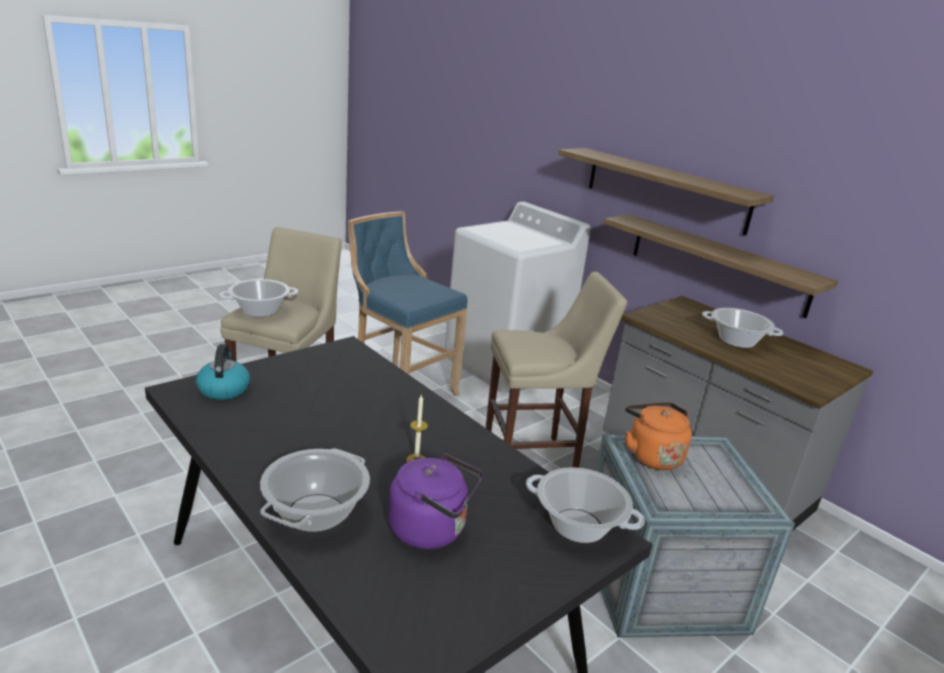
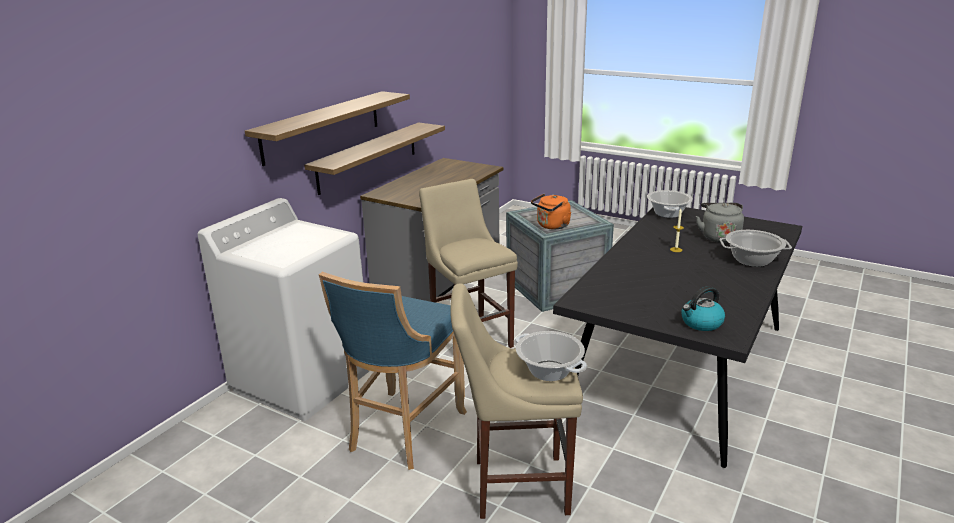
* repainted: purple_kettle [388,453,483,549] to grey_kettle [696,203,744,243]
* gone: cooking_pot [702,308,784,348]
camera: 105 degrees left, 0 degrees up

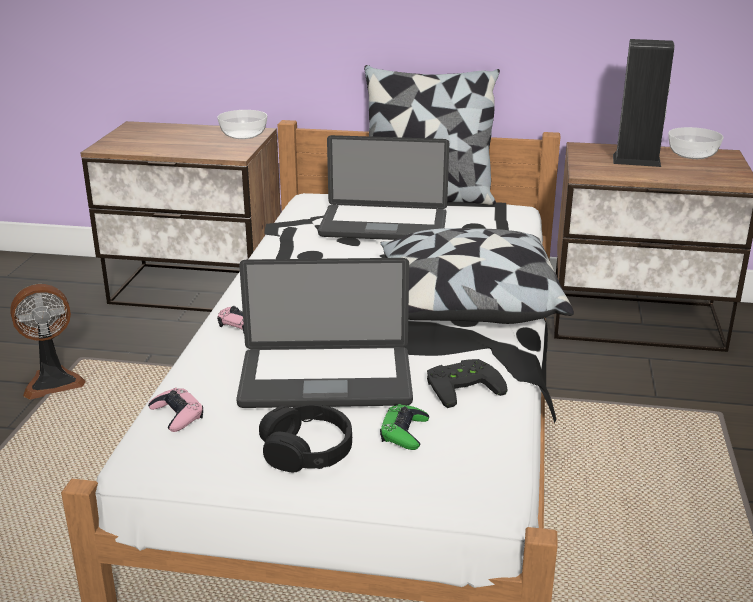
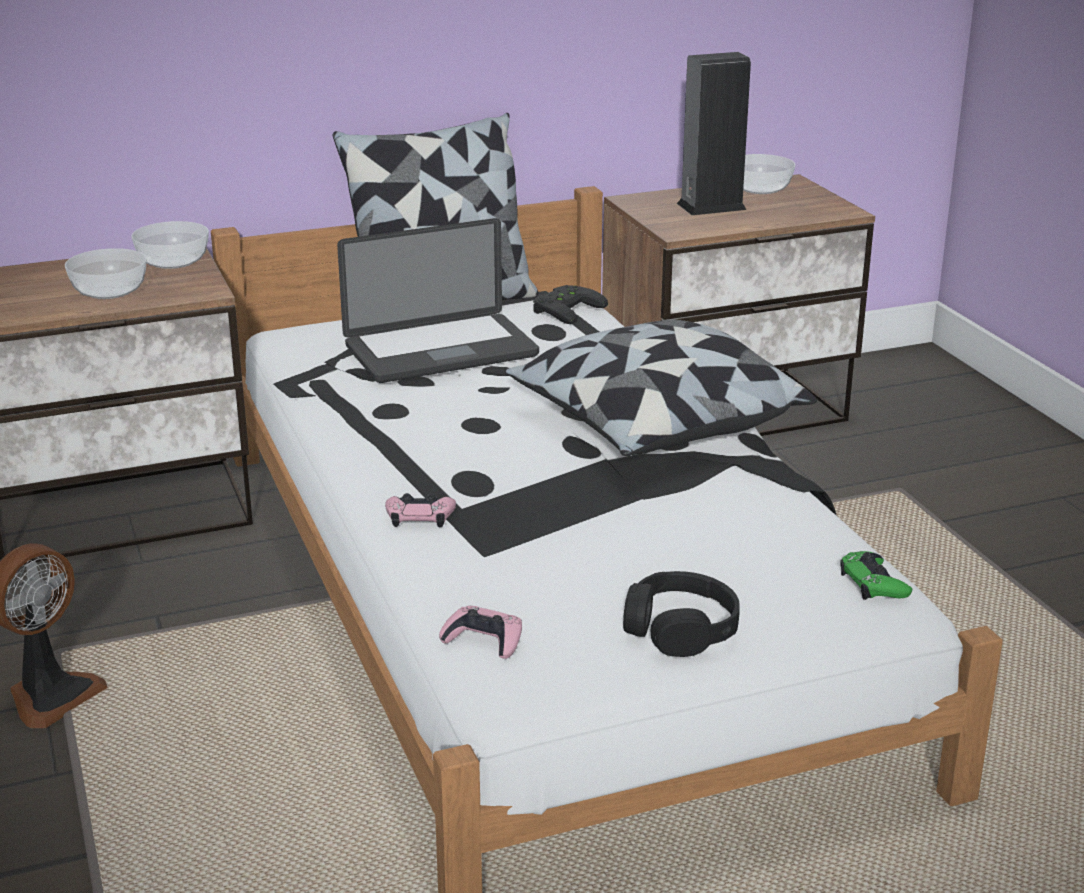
* gone: laptop [236,258,413,408]
* shifted: green_game_controller [380,404,429,450] to [840,551,912,600]
* shifted: black_game_controller [427,359,507,408] to [533,285,608,324]
* new: bowl [65,248,147,299]
camera: 30 degrees left, 0 degrees up

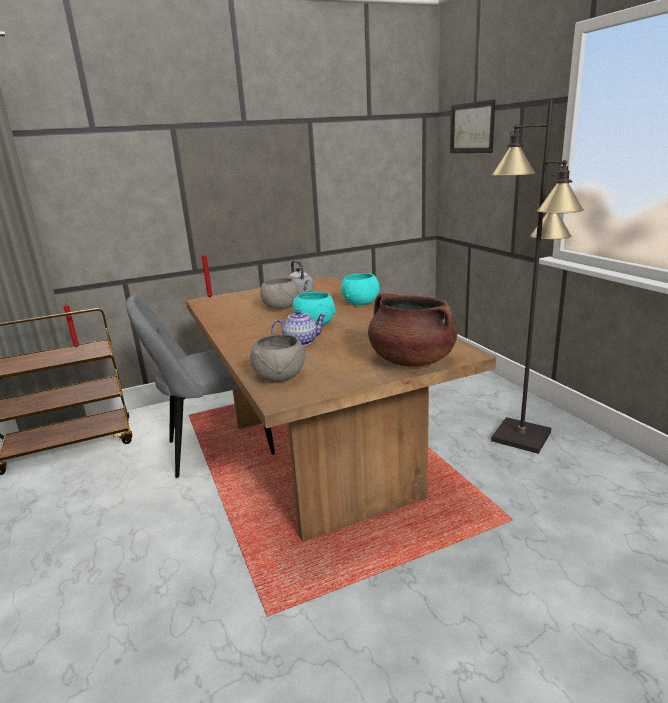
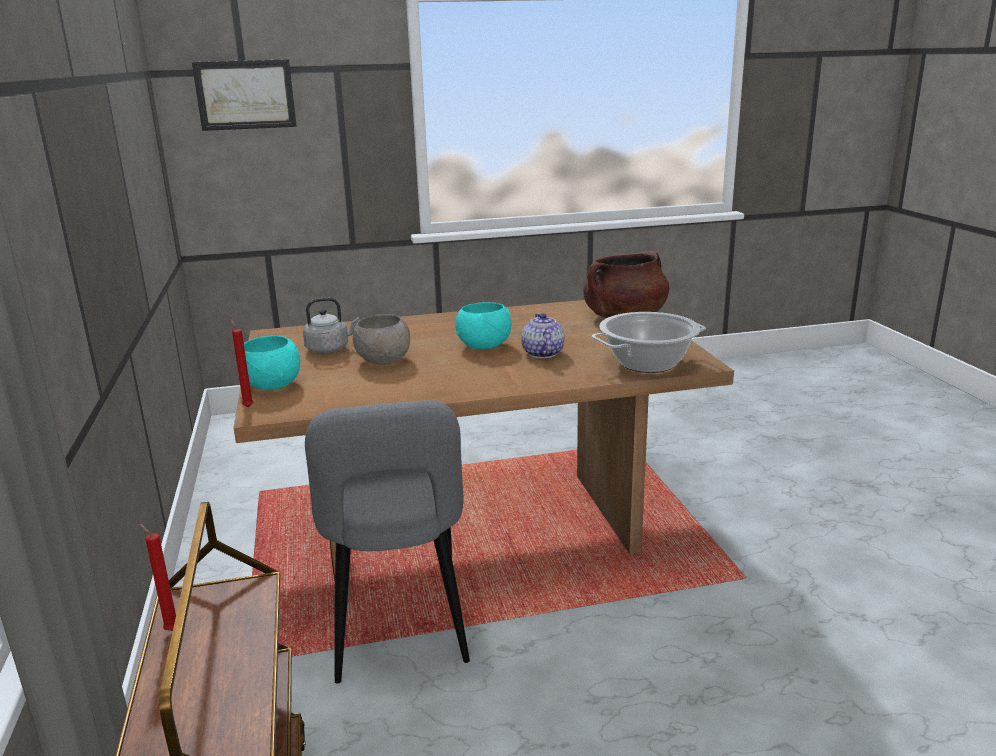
* swapped: grey_bowl [250,334,305,382] to cooking_pot [592,312,706,373]
* shifted: turquoise_bowl [341,273,380,305] to [236,335,300,390]
* gone: black_floor_lamp [491,99,584,454]
camera: 80 degrees left, 0 degrees up

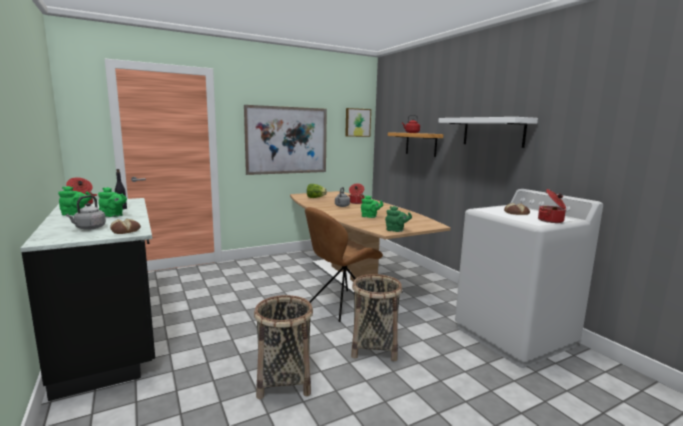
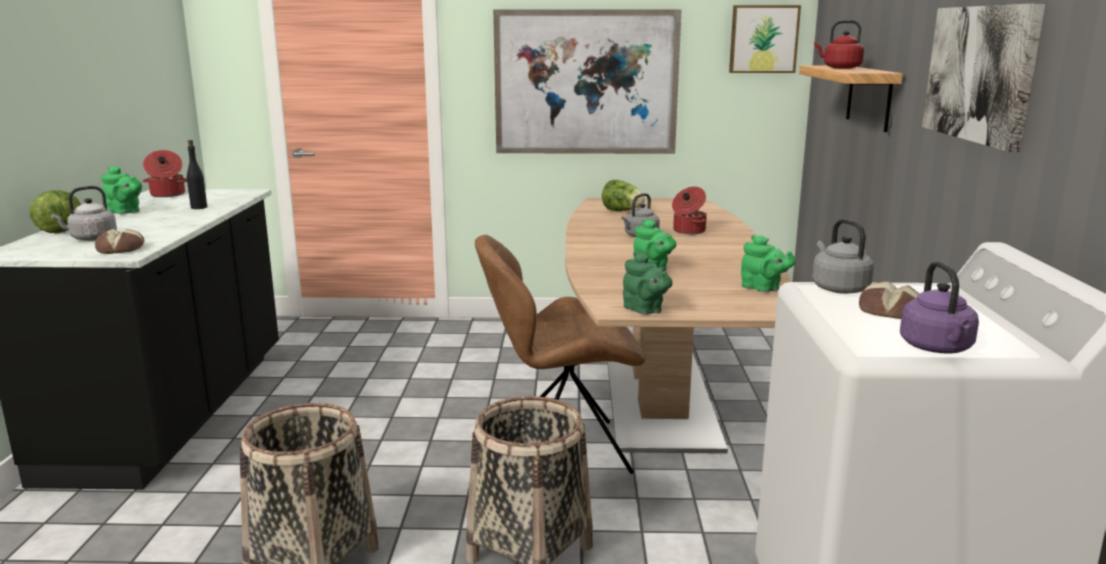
* shifted: green_teapot [98,187,127,217] to [741,235,796,292]
* swapped: white_shelf [438,117,538,148] to picture [922,3,1046,152]
* swapped: cooking_pot [538,189,566,223] to purple_kettle [900,261,979,354]
* new: lettuce [30,190,81,233]
* new: grey_kettle [812,219,874,294]
camera: 30 degrees right, 5 degrees up

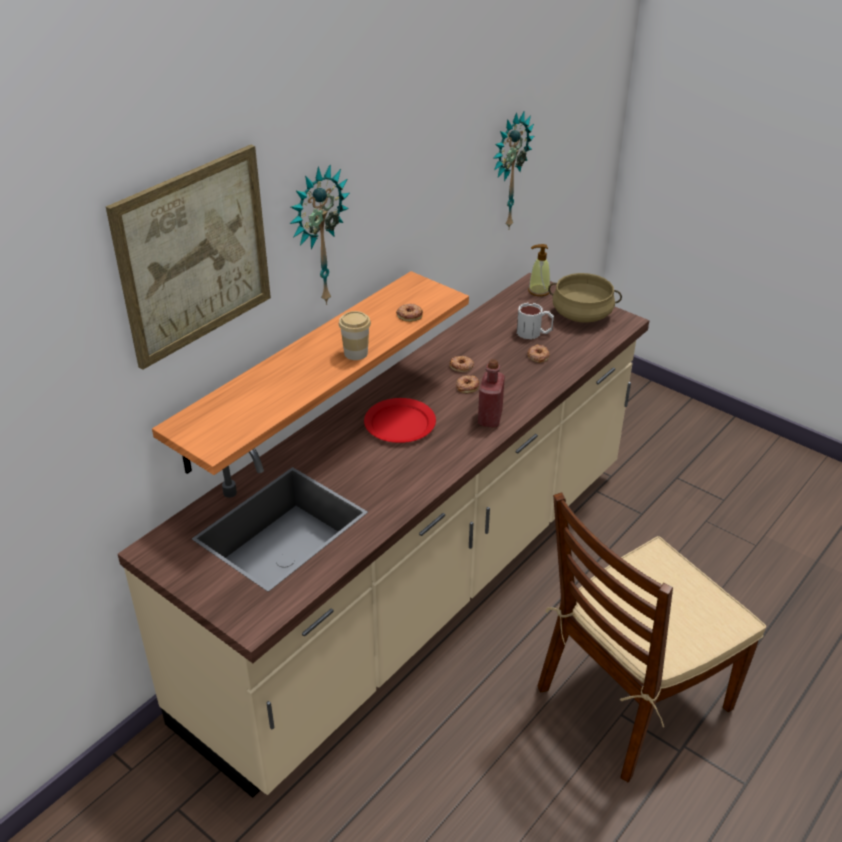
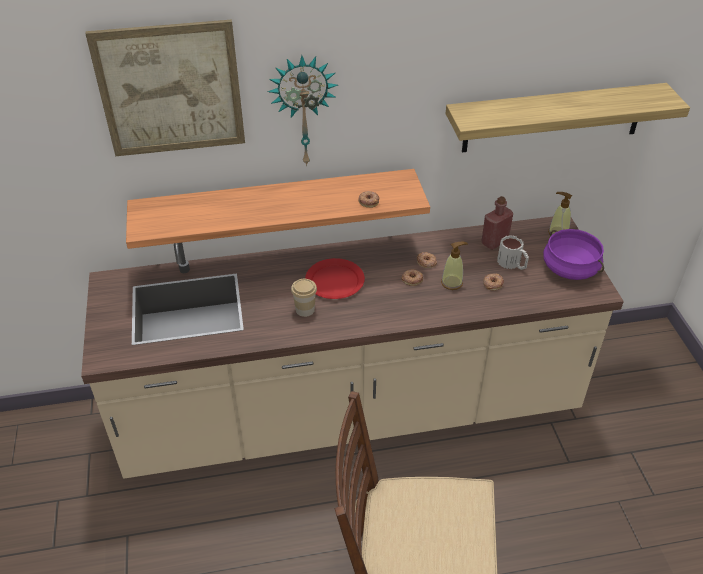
* shifted: cup [339,311,371,360] to [291,279,317,317]
* shifted: red_bottle [478,359,505,428] to [482,196,513,250]
* swapped: wall_clock [493,111,534,228] to shelf [446,83,690,152]
* repainted: beige_cooking_pot [548,273,622,323] to purple_cooking_pot [543,229,604,280]
* new: soap_dispenser [441,241,468,290]
camera: 40 degrees right, 5 degrees up

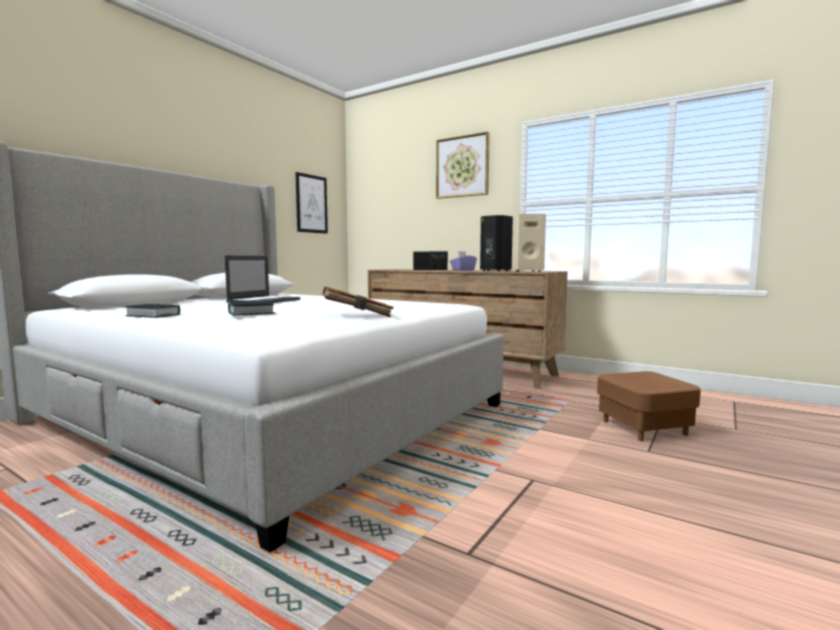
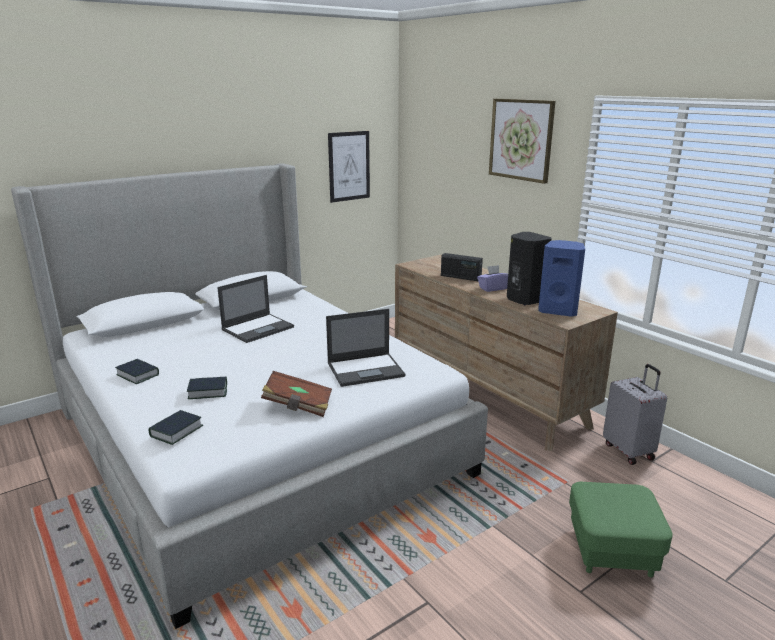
* repainted: beige_speaker [513,214,546,272] to blue_speaker [538,240,585,317]
* repainted: brown_ottoman [597,371,701,441] to green_ottoman [569,482,673,578]
* new: book [149,410,203,445]
* new: laptop [326,309,406,387]
* new: grey_suitcase [603,364,667,465]
camera: 20 degrees right, 15 degrees up

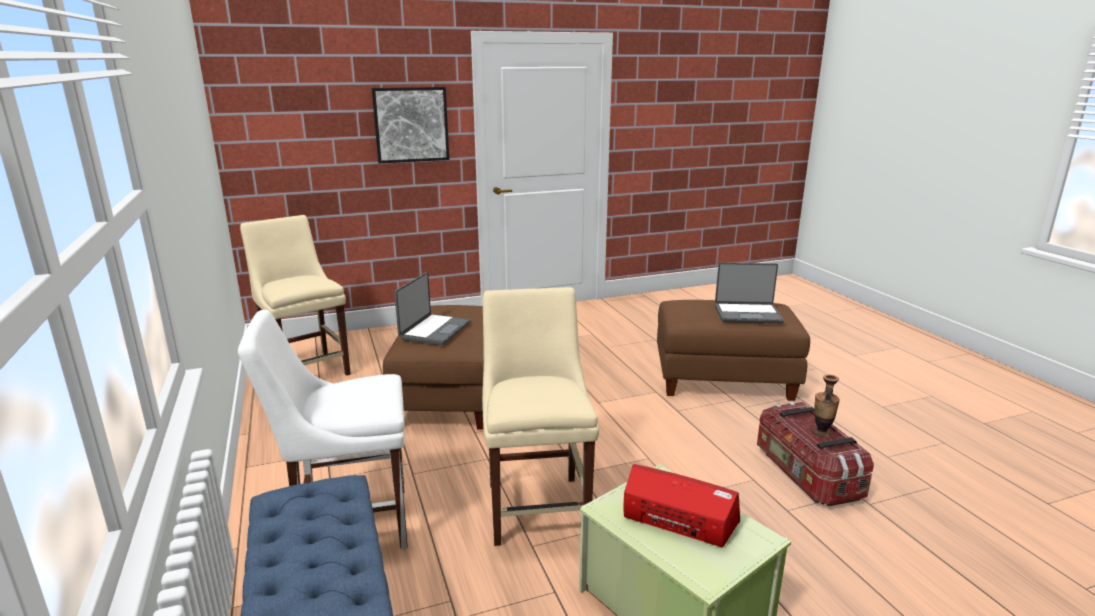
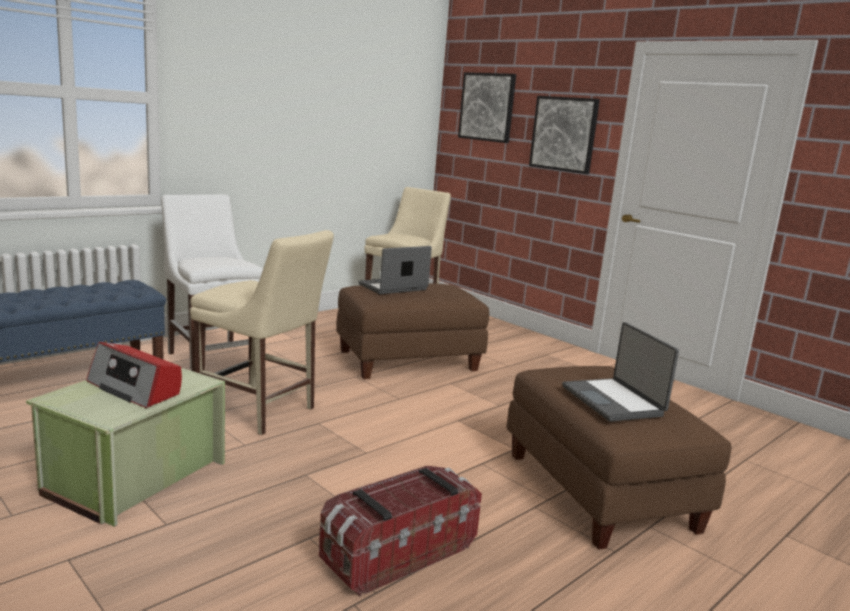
* rotated: laptop [394,272,471,346] = [359,246,432,294] 150 degrees clockwise
* rotated: beige_chair [482,287,599,546] = [190,230,334,435] 60 degrees clockwise
* rotated: radio [624,464,740,547] = [86,342,182,408] 120 degrees clockwise
* gone: vase [812,375,840,438]
* new: picture [458,72,516,143]
camera: 65 degrees right, 5 degrees down

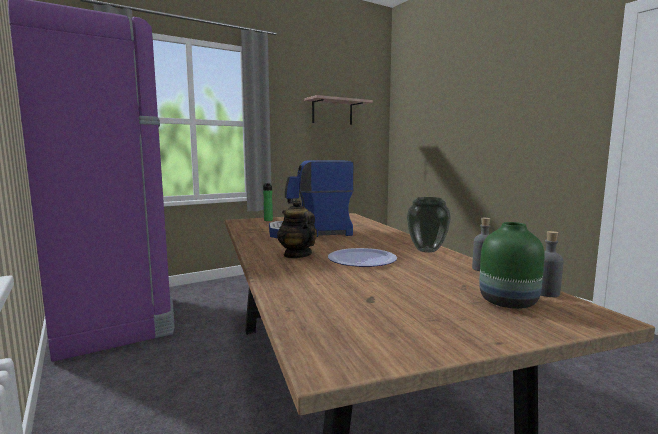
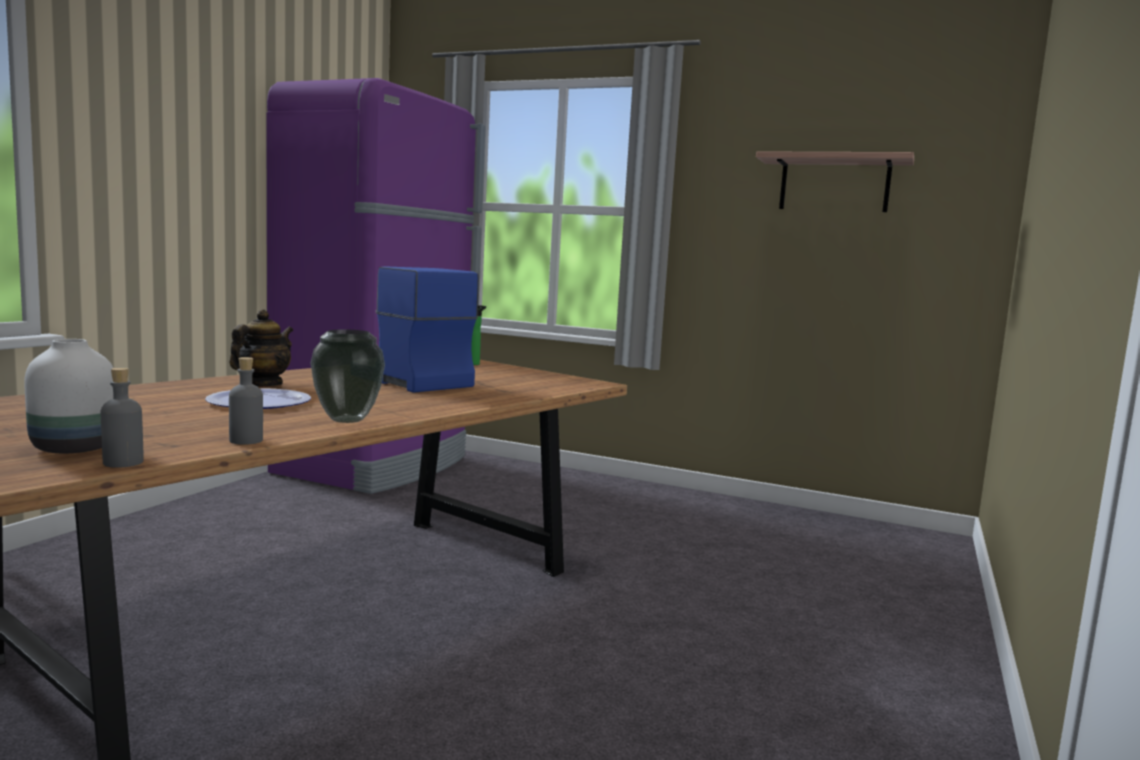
* repainted: green_vase [479,222,545,309] to white_vase [24,339,113,453]
camera: 55 degrees right, 0 degrees up

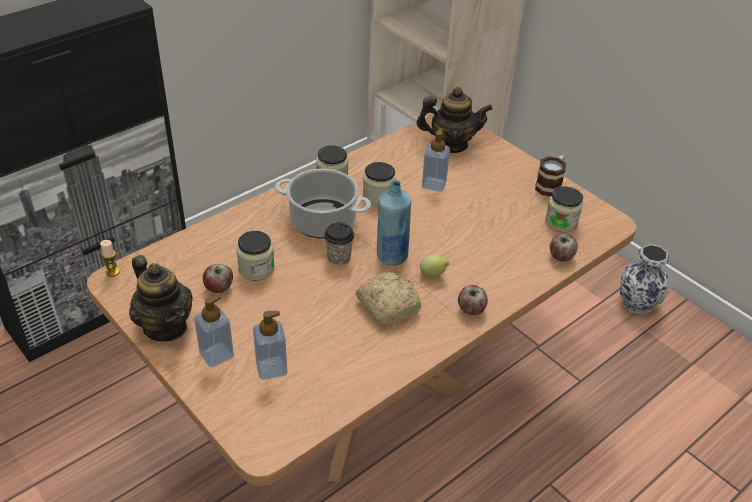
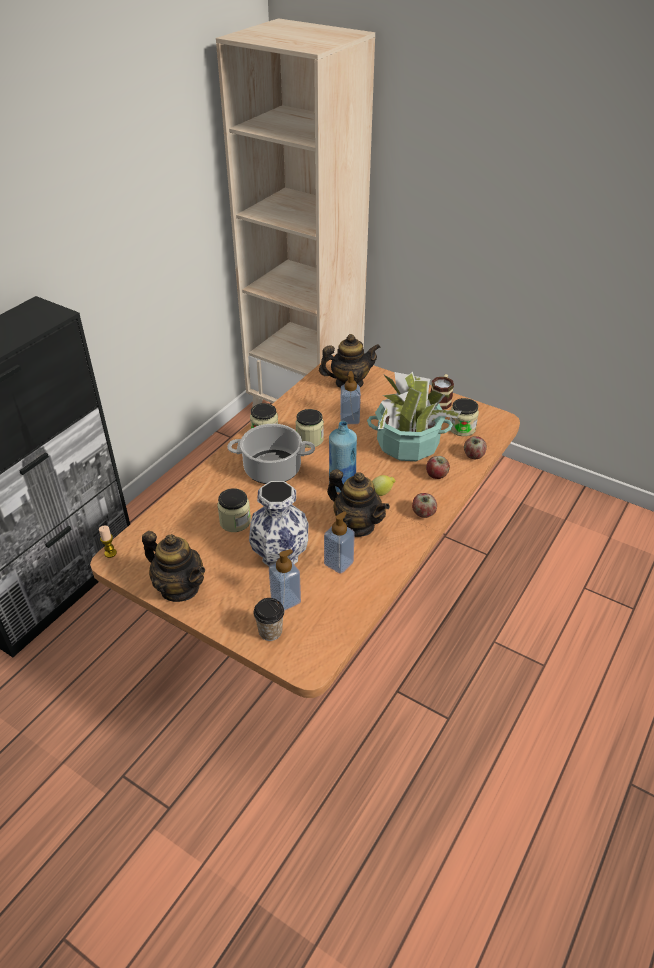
* shifted: soap_dispenser [194,295,234,368] to [324,511,355,574]
* shifted: apple [203,264,233,293] to [426,456,450,479]
* shifted: cup [324,222,354,266] to [253,598,284,641]
* swapped: bread [356,272,421,326] to teapot [327,469,390,537]
* shifted: vase [620,244,669,315] to [249,481,308,567]
* new: potted_plant [367,372,462,461]
camera: 15 degrees left, 0 degrees up

